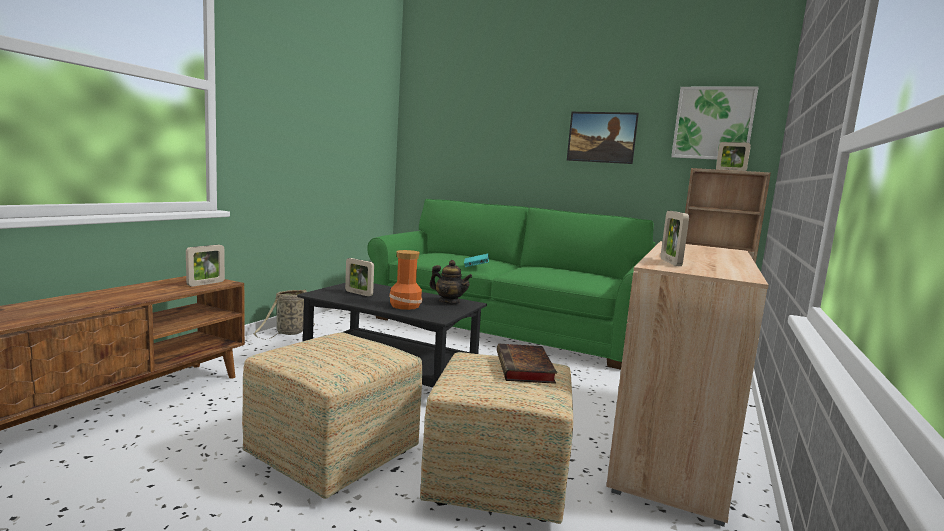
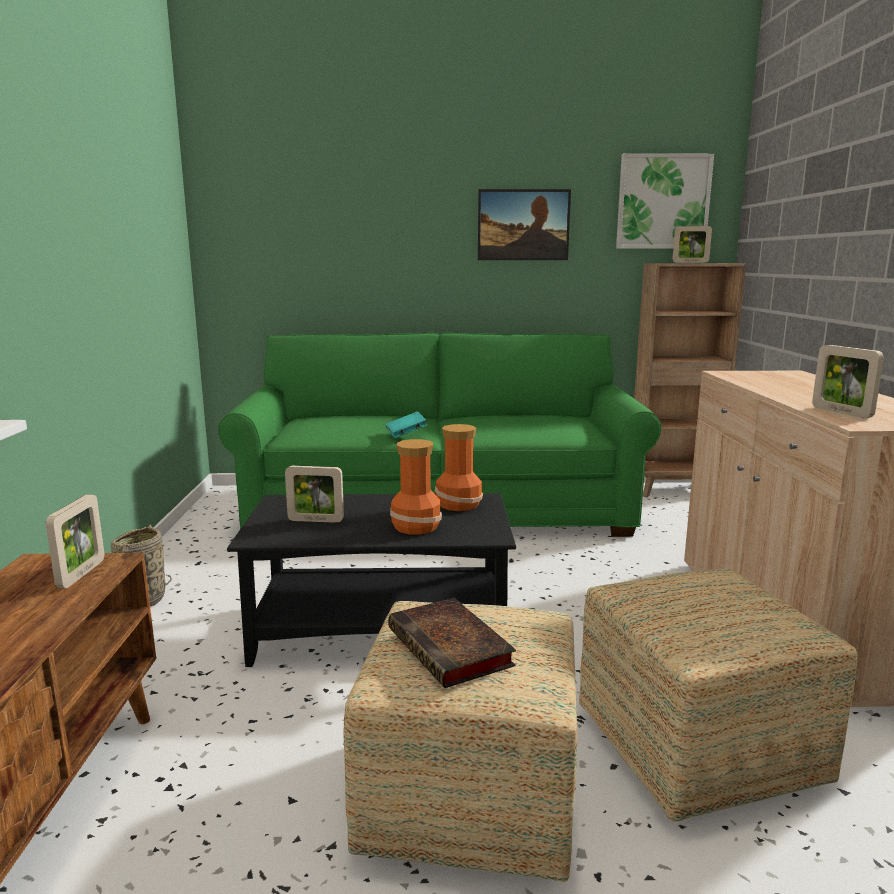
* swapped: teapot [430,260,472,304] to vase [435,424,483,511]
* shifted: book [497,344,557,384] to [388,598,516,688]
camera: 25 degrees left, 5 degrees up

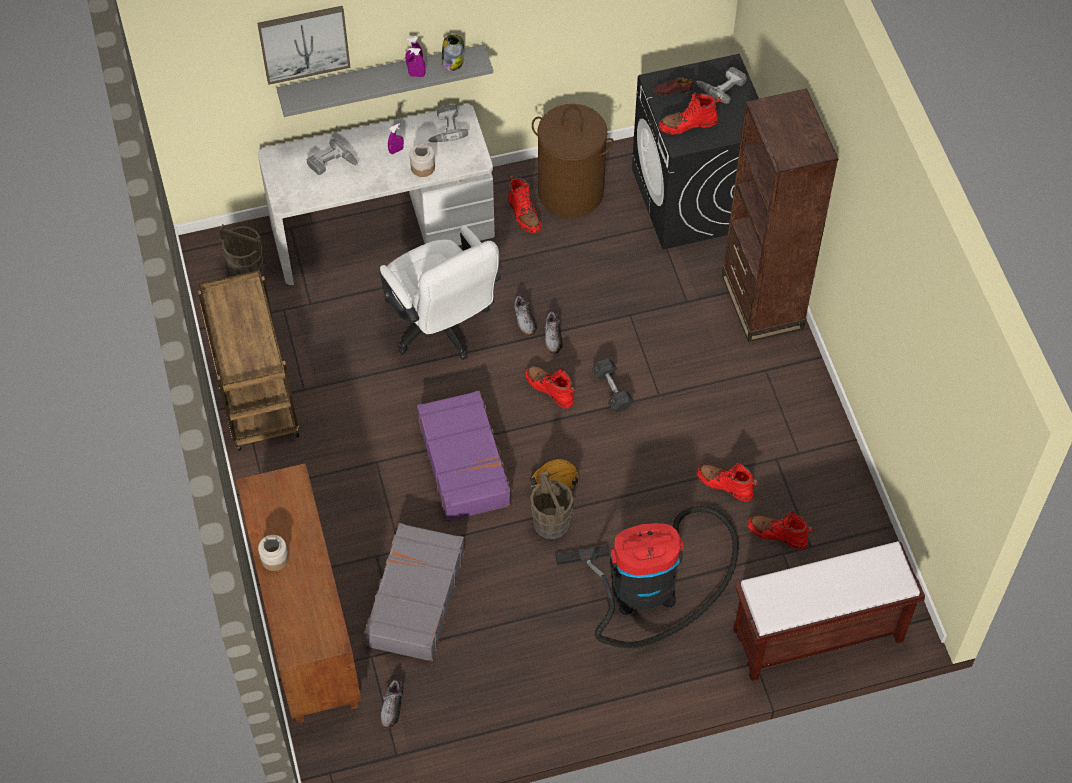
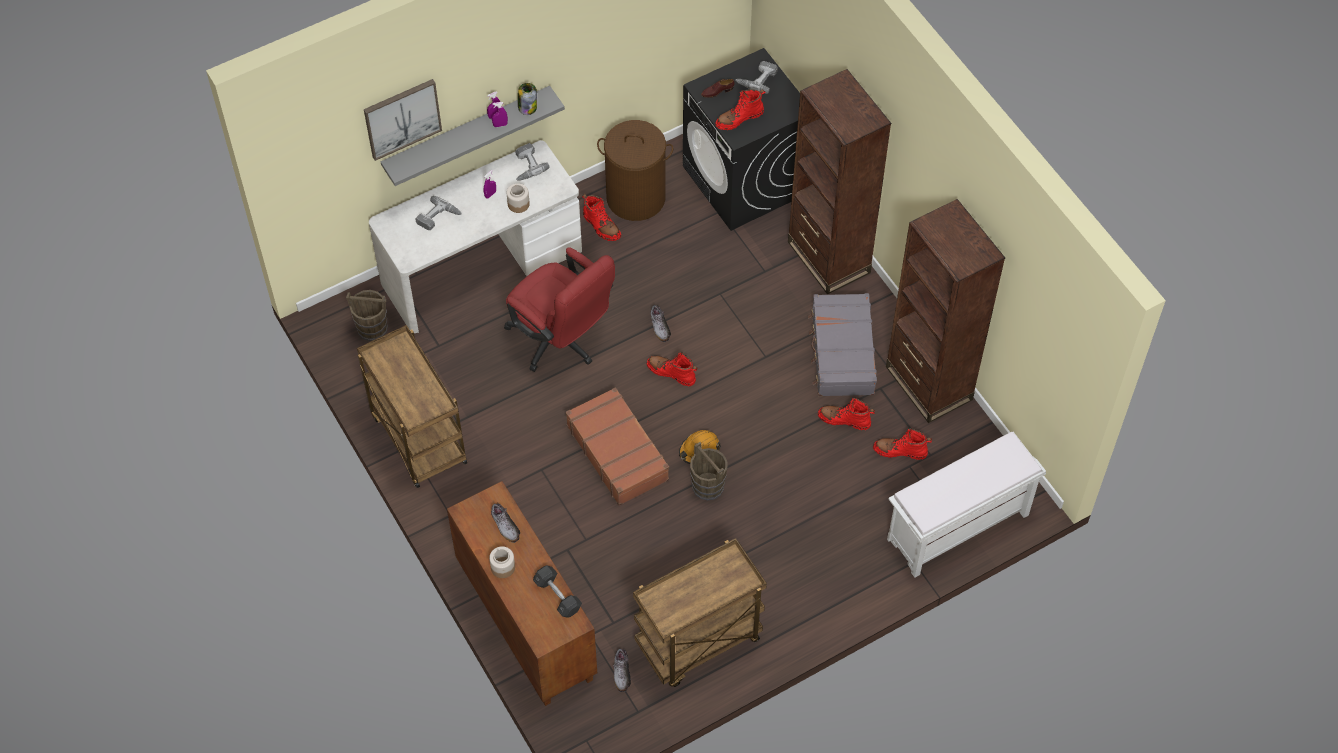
* shifted: grey_suitcase [364,523,465,661] to [808,293,877,396]
* repainted: white_office_chair [380,226,501,360] to red_office_chair [504,247,615,372]
* repainted: purple_suitcase [417,391,513,522] to brown_suitcase [566,387,669,506]
* shifted: shoe [513,295,537,337] to [491,504,520,543]
* gone: vacuum_cleaner [556,506,739,648]
* shifted: grey_dumbbell [592,358,634,412] to [533,565,582,618]
* repainted: brown_bench [733,541,925,681] to white_bench [887,431,1046,578]
* new: brown_cart [633,538,767,687]
* new: brown_bookcase [886,199,1005,423]
camera: 15 degrees left, 0 degrees up

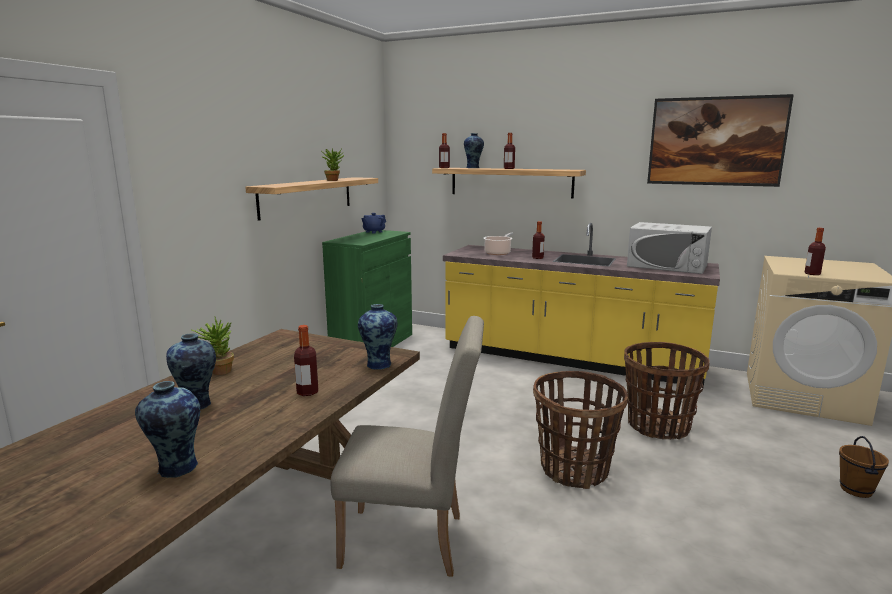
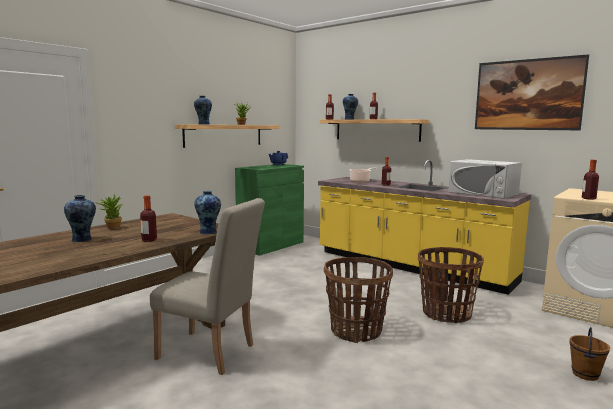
* shifted: vase [135,381,200,478] to [194,96,212,124]
camera: 15 degrees right, 5 degrees down

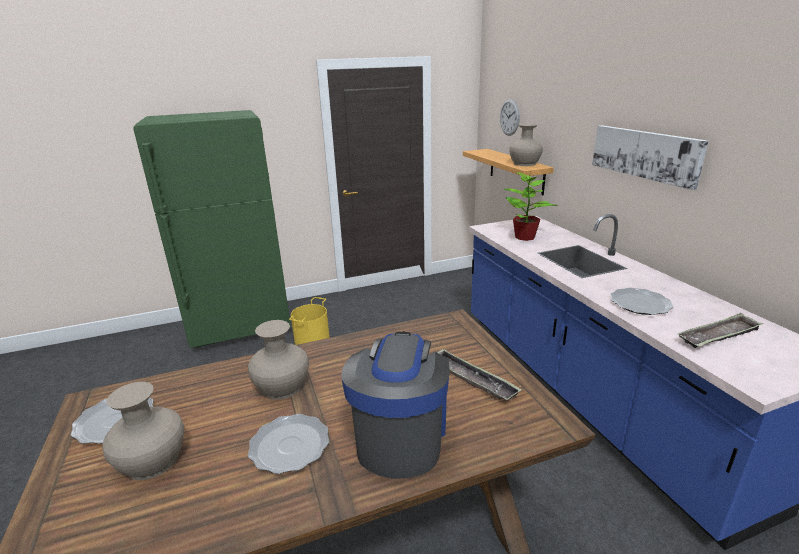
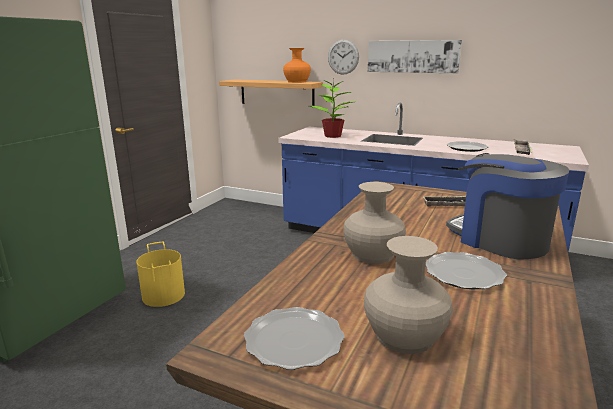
* shifted: wall_clock [500,99,520,136] to [328,40,359,75]
* repainted: beige_vase [509,124,543,166] to orange_vase [283,48,311,83]
camera: 45 degrees left, 5 degrees down

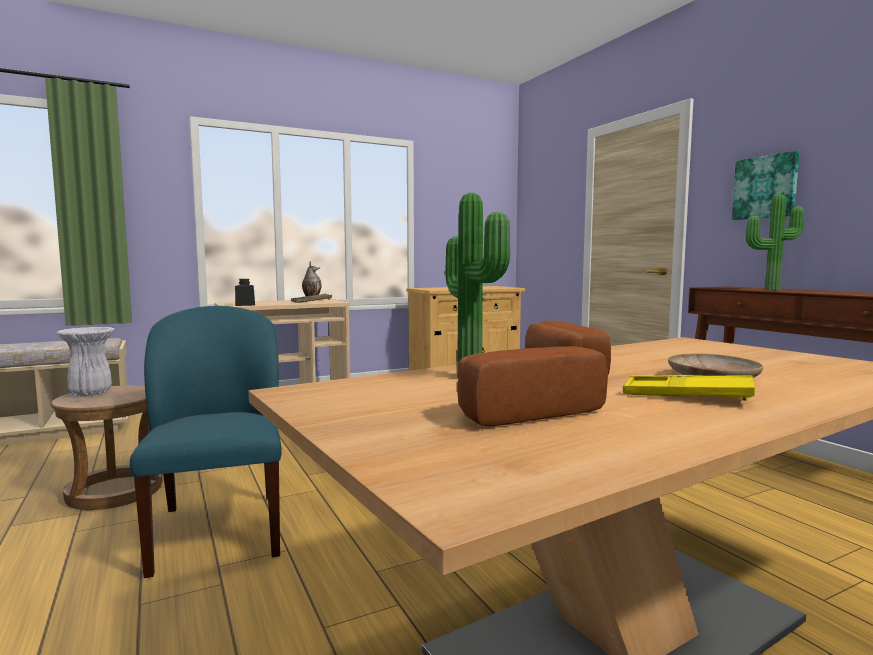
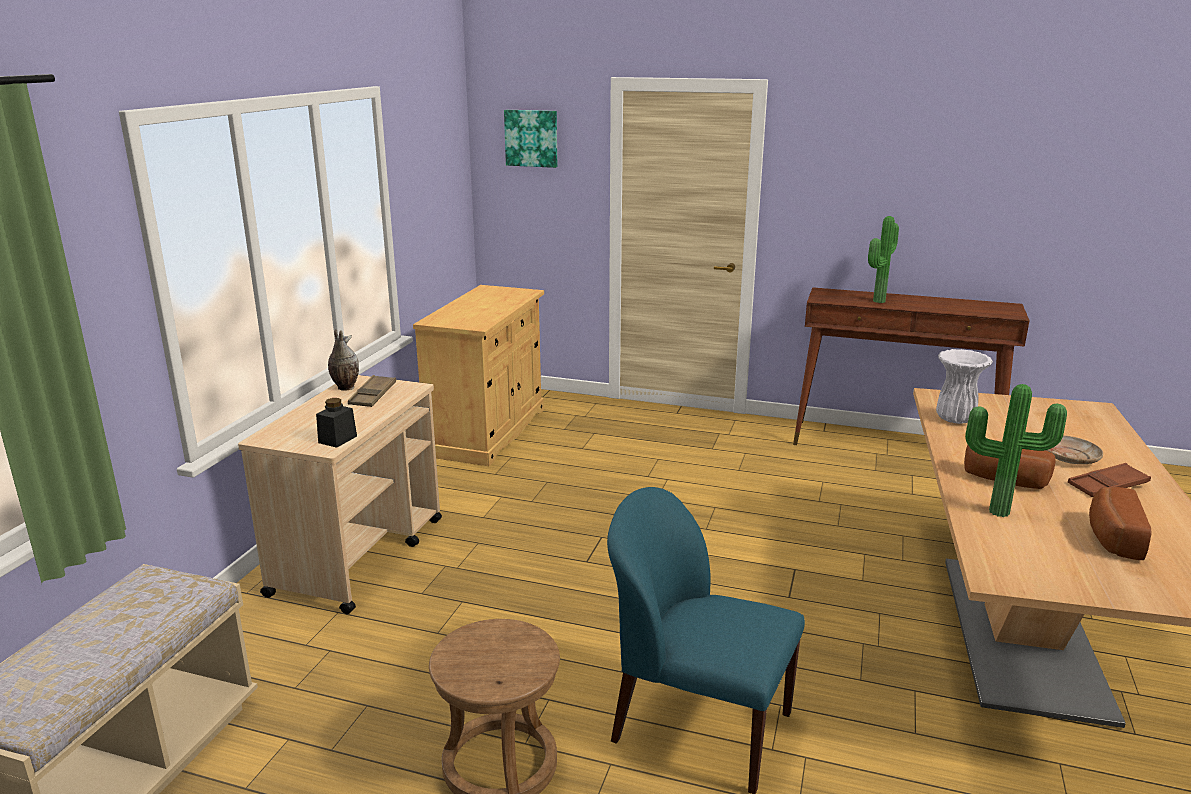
* shifted: white_vase [56,327,115,396] to [936,349,993,424]
* repainted: yellow_tray [623,375,755,401] to brown_tray [1068,463,1151,497]
* shifted: picture [732,151,799,220] to [504,110,557,168]
camera: 45 degrees left, 15 degrees up

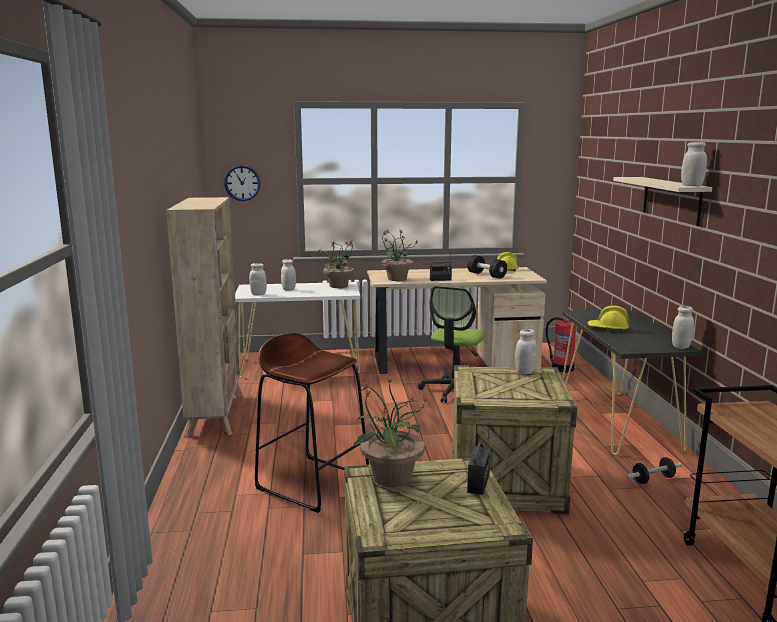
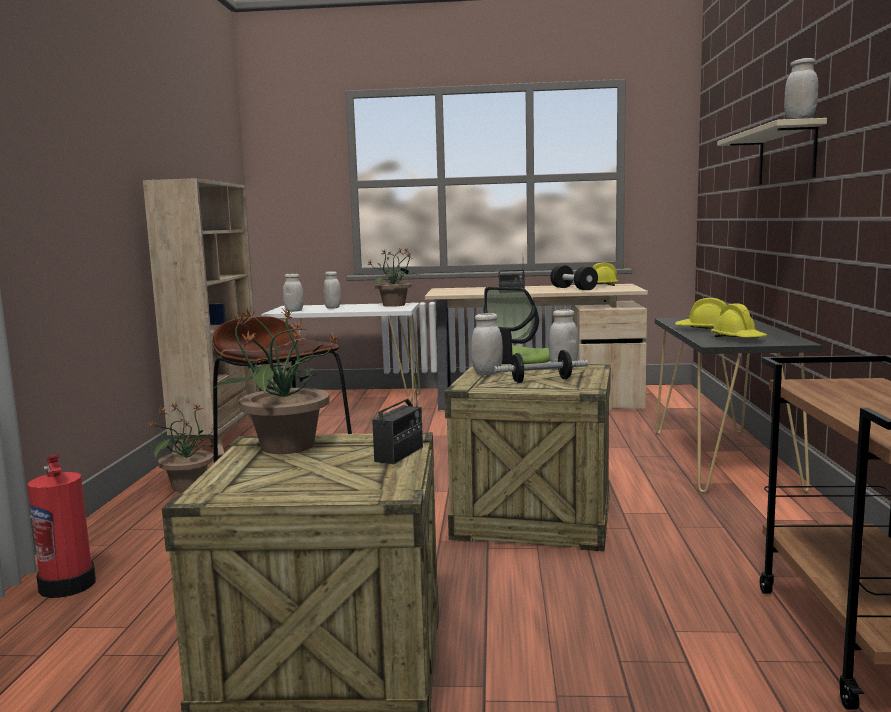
* gone: wall_clock [224,165,261,201]
* shifted: potted_plant [374,229,417,281] to [144,403,220,492]
* shifted: fire_extinguisher [546,316,576,373] to [28,454,96,598]
* shifted: dumbbell [626,457,682,484] to [494,350,588,383]
* shifted: white_jar [672,306,694,349] to [471,313,503,375]
* new: yellow_hard_hat [711,303,767,338]
camera: 10 degrees right, 5 degrees down

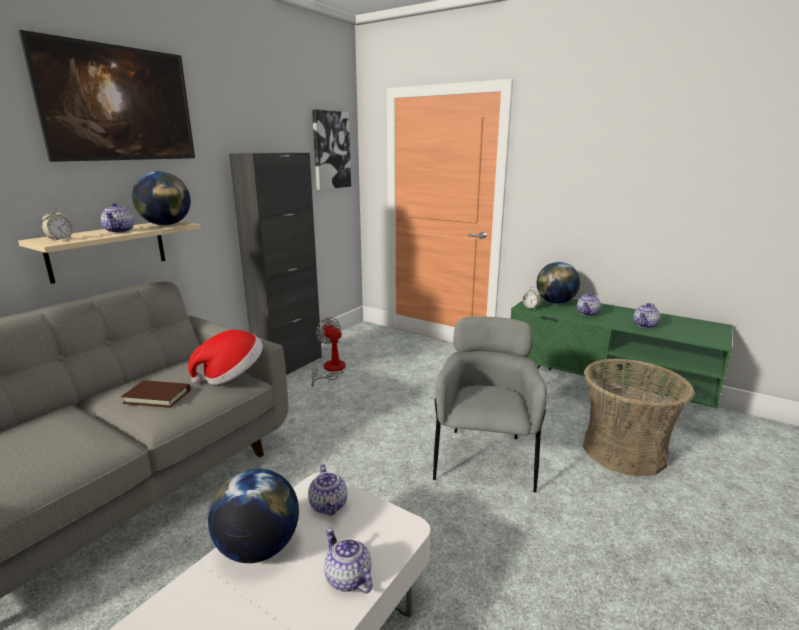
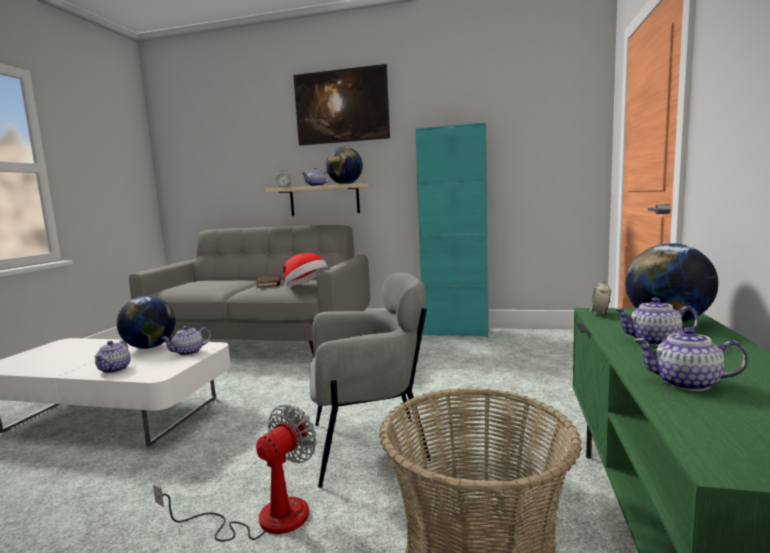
* repainted: black_cabinet [229,153,322,375] to turquoise_cabinet [415,122,489,337]
* gone: picture [312,109,351,190]
* shifted: fan [312,317,346,387] to [153,404,317,542]
* rotated: teapot [324,528,373,593] = [94,340,131,373] 150 degrees clockwise
camera: 70 degrees right, 10 degrees down

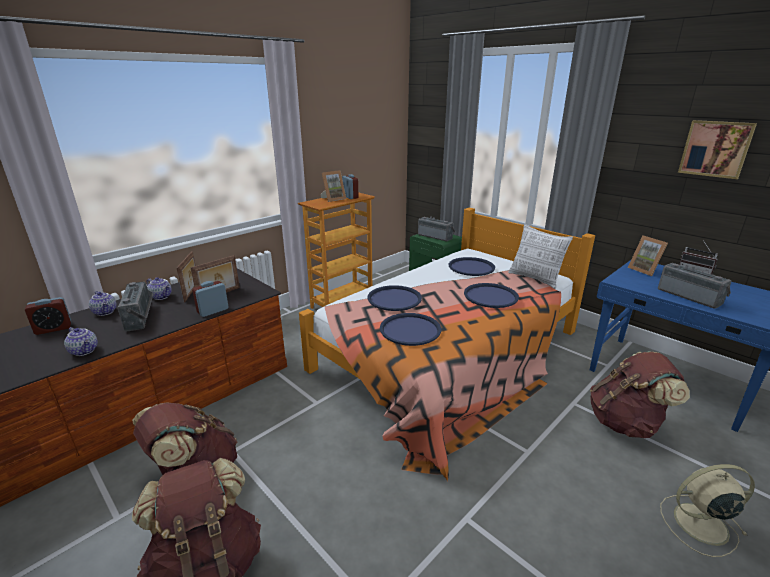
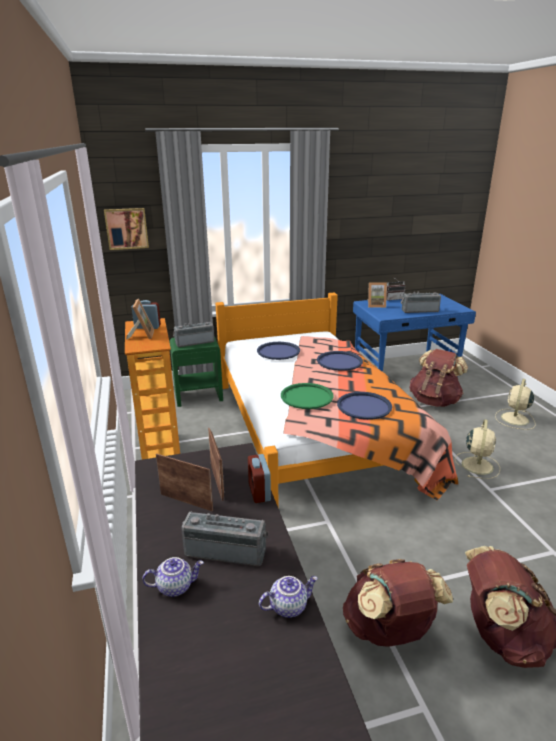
* gone: alarm_clock [25,297,71,335]
* gone: teapot [147,277,172,300]
* repainted: blue_tray [367,285,422,311] to green_tray [281,383,334,409]
* gone: pillow [508,224,573,289]
* shifted: picture [678,120,757,179] to [104,208,149,250]
* new: beige_fan [455,419,500,479]
camera: 60 degrees left, 0 degrees up

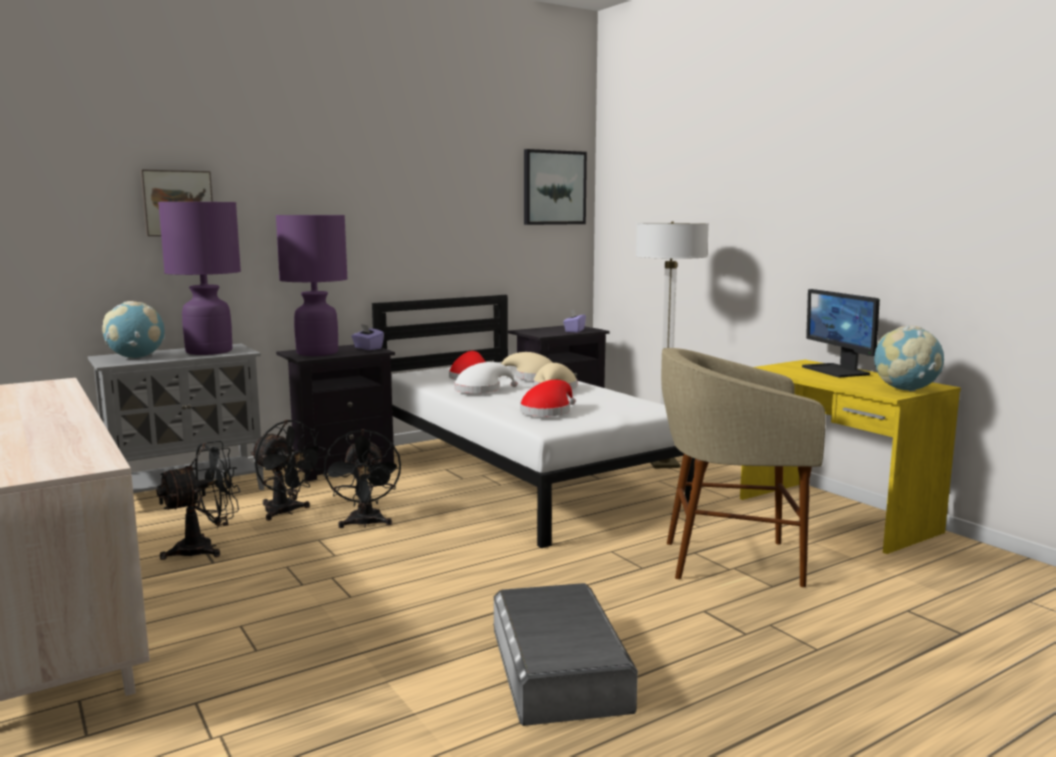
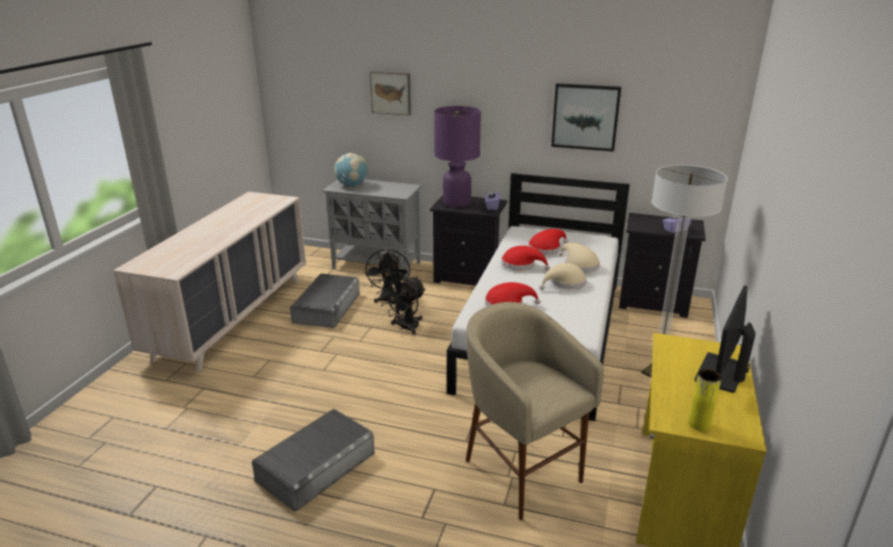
* swapped: black_fan [156,441,240,560] to grey_storage_box [290,273,360,328]
* gone: purple_table_lamp [158,202,241,355]
* repainted: white_hat [454,362,517,393] to red_hat [501,246,550,270]
* shifted: picture [524,149,587,225] to [551,83,621,152]
* swapped: globe [874,326,944,391] to yellow_vase [688,369,722,431]
camera: 50 degrees right, 15 degrees up

